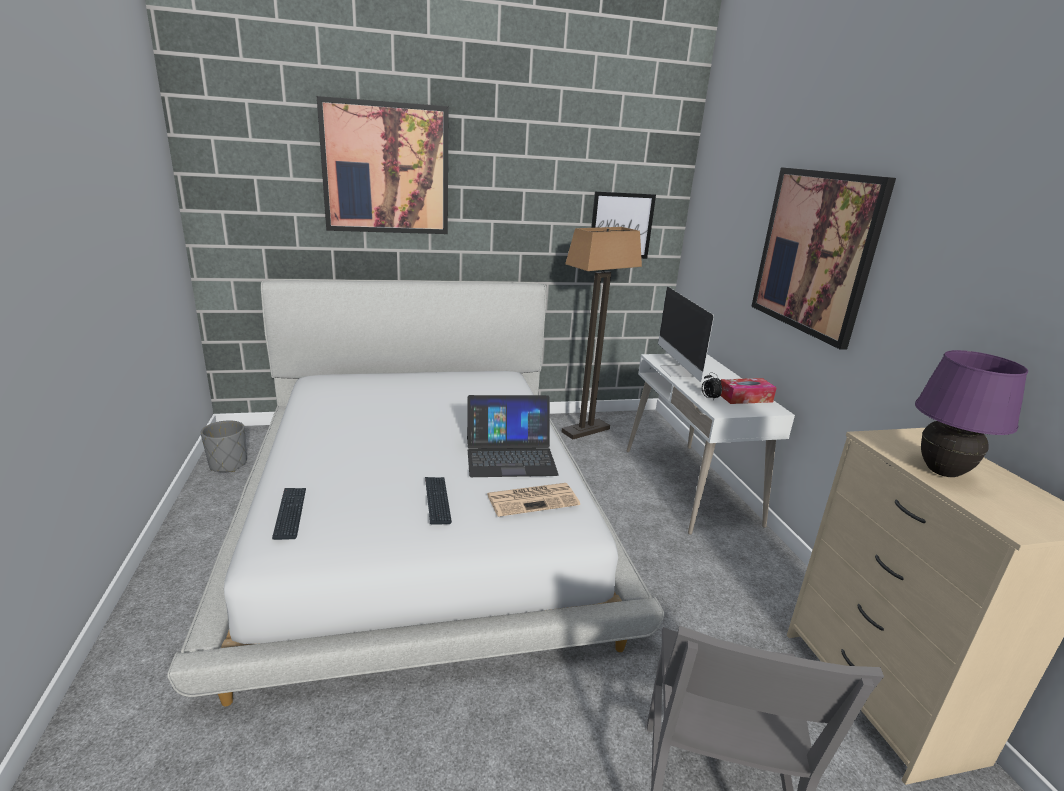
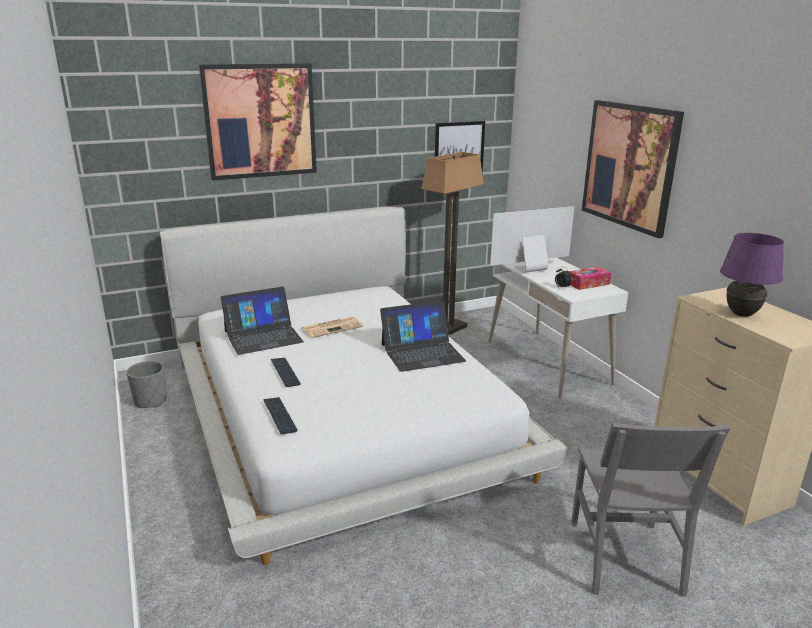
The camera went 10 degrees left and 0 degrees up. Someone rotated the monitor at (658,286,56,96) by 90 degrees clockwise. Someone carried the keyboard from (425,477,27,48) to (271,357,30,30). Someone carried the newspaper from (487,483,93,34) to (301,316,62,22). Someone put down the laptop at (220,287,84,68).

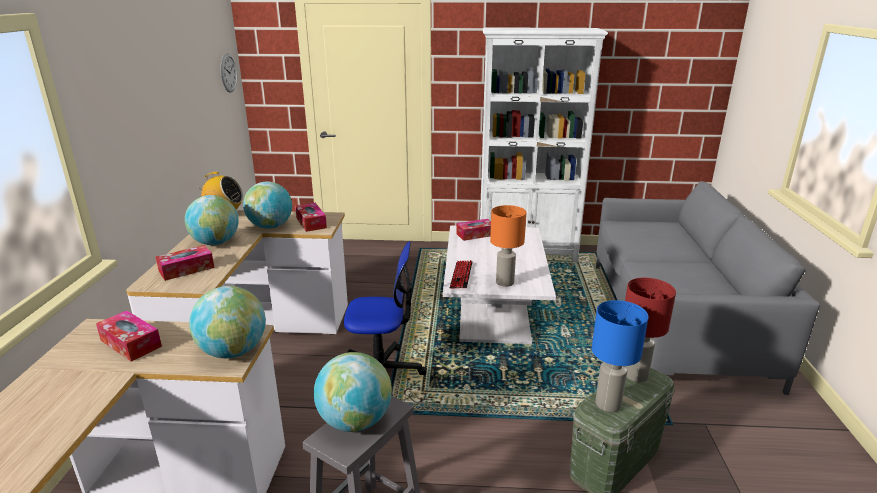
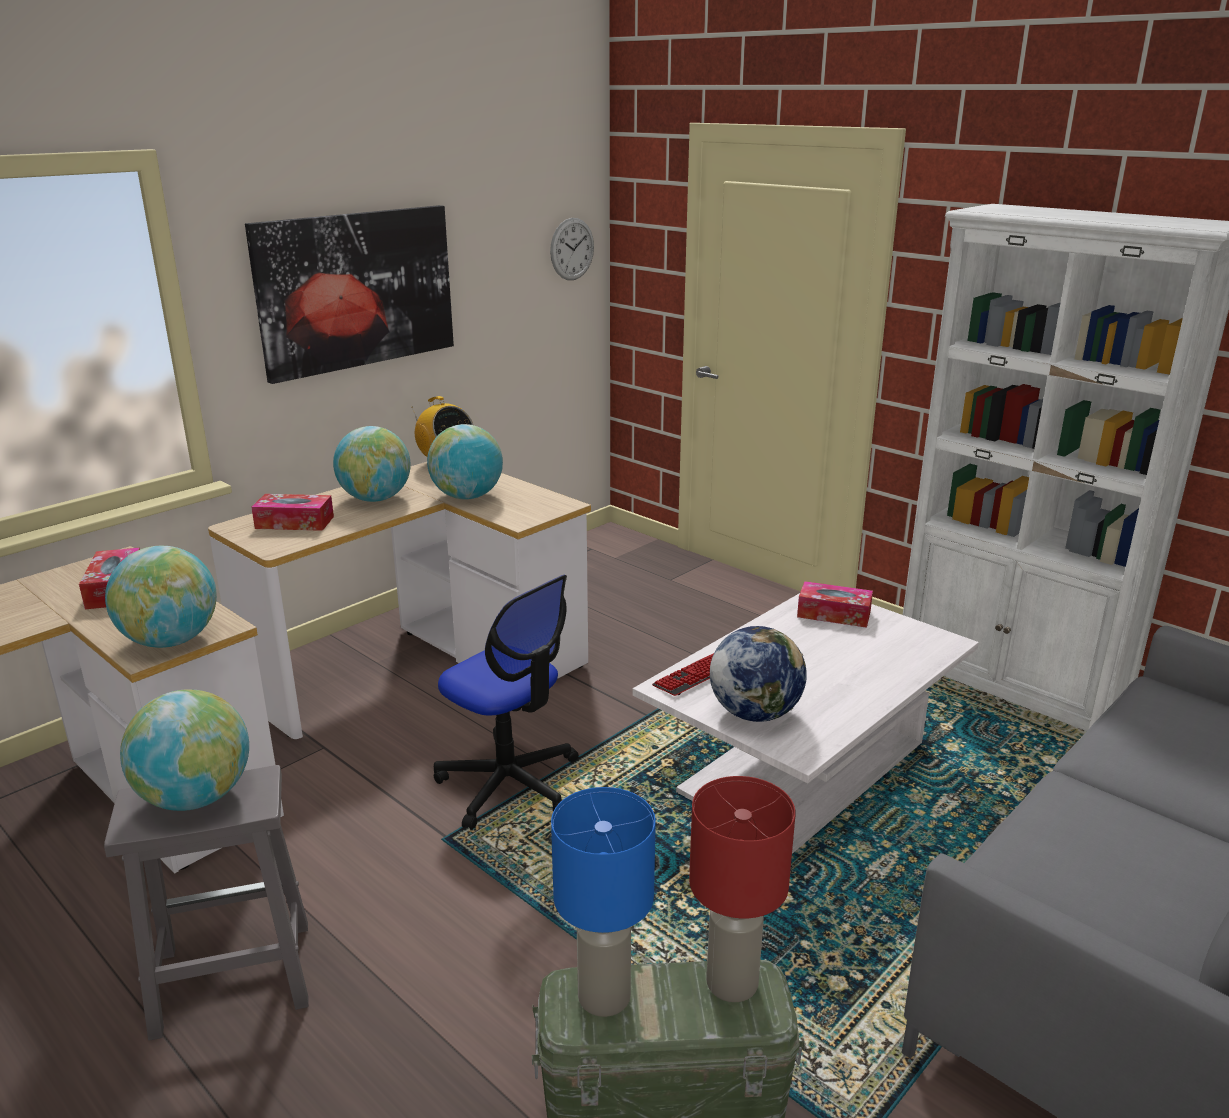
The camera went 40 degrees right and 0 degrees up. Someone took away the tissue box at (295,203,32,29). Someone swapped the orange table lamp at (490,205,36,82) for the globe at (710,626,97,96). Someone put up the picture at (245,205,209,179).

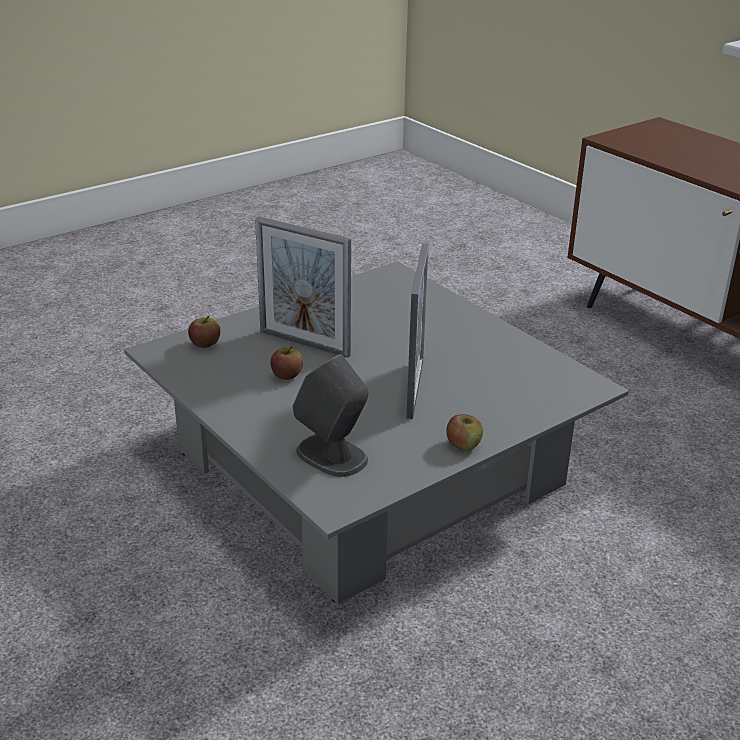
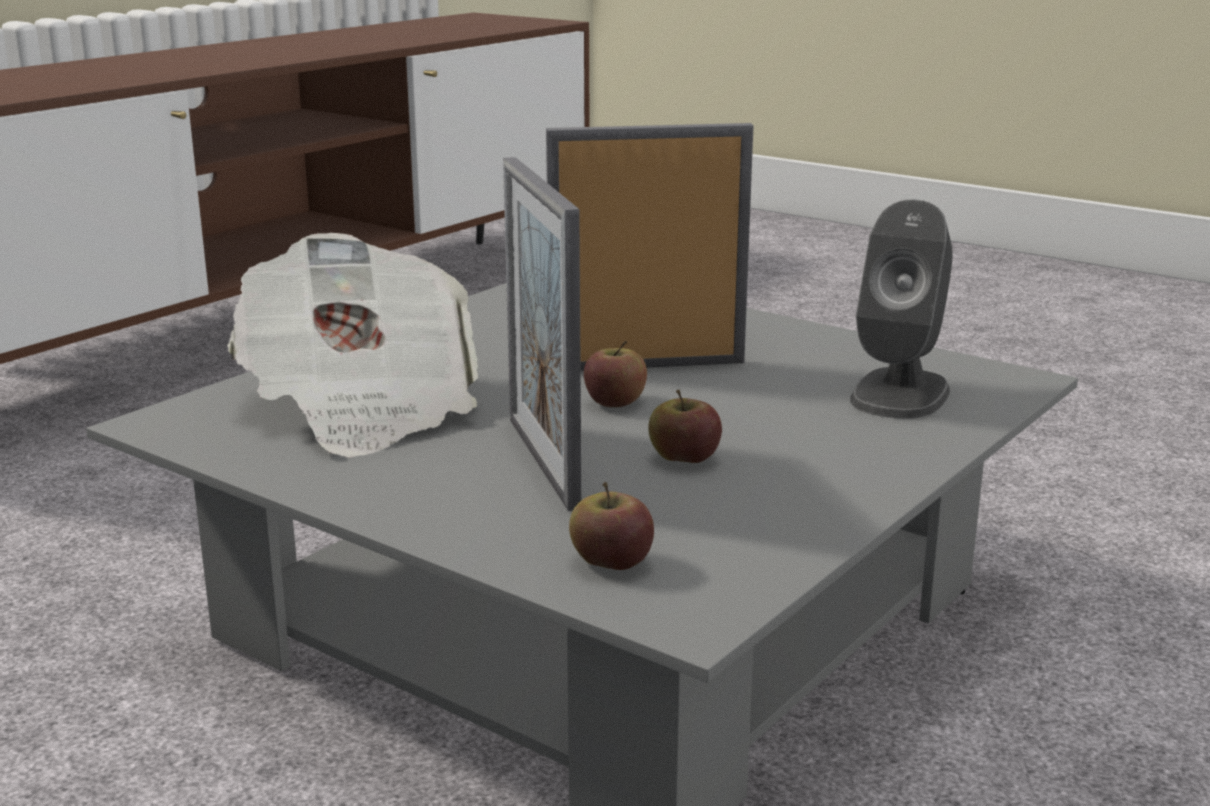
The camera went 105 degrees left and 10 degrees down. Someone rotated the picture frame at (255,216,96,142) by 150 degrees clockwise. Someone carried the apple from (446,414,37,37) to (584,341,63,66). Someone put down the newspaper at (227,233,251,224).

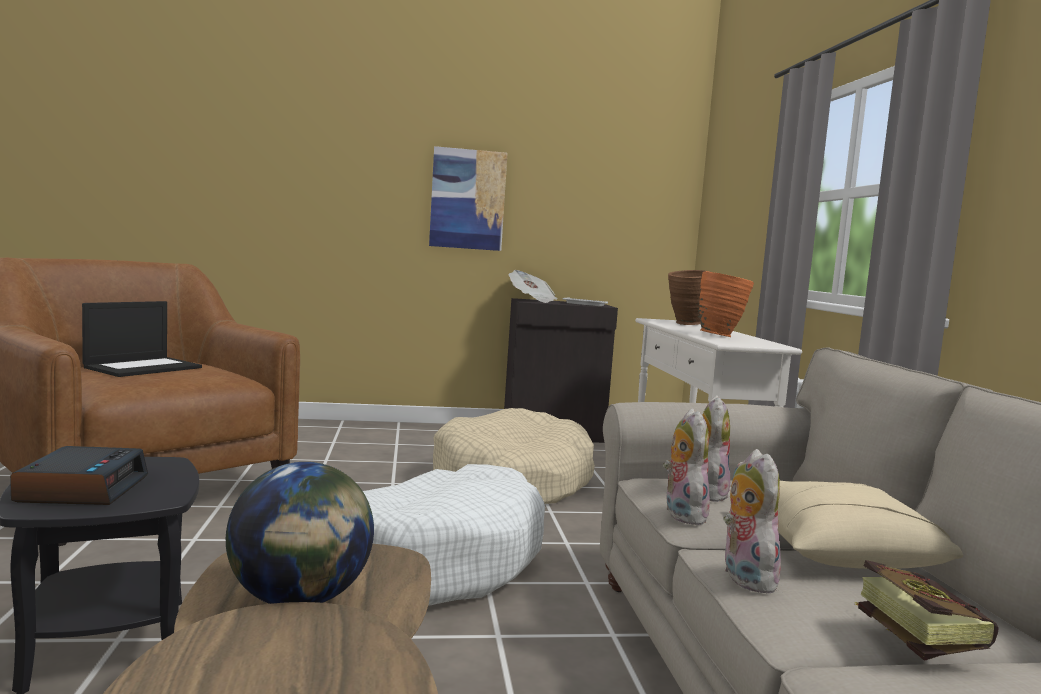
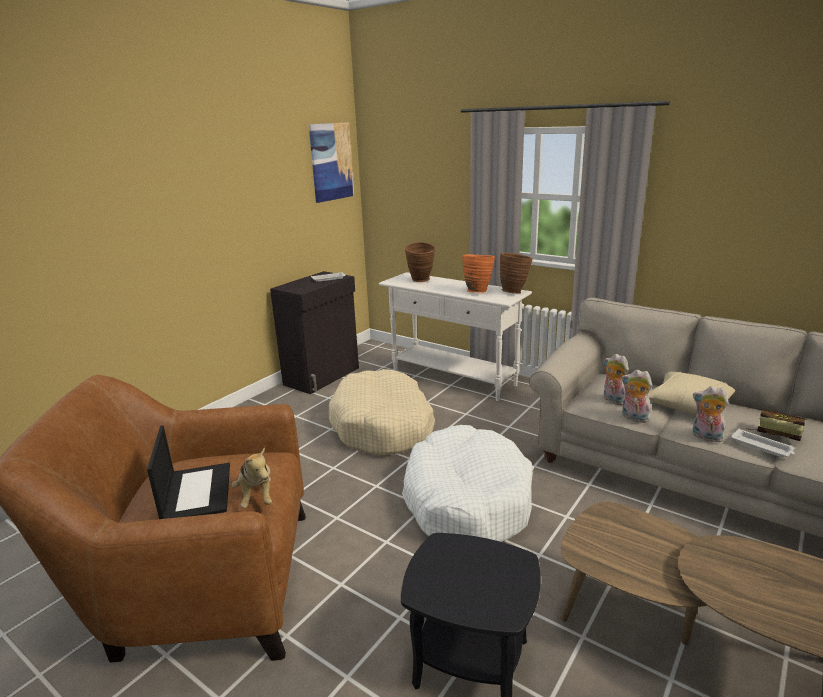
The camera went 45 degrees left and 15 degrees up. Someone carried the picture from (429,146,78,105) to (309,122,45,81). Someone took away the newspaper at (509,270,49,33). Someone took away the alarm clock at (10,446,138,59). Someone took away the globe at (226,462,148,142). Someone put down the brown vase at (500,253,33,40). Someone put down the white tray at (731,429,64,28). Someone put down the plush toy at (232,447,40,61).

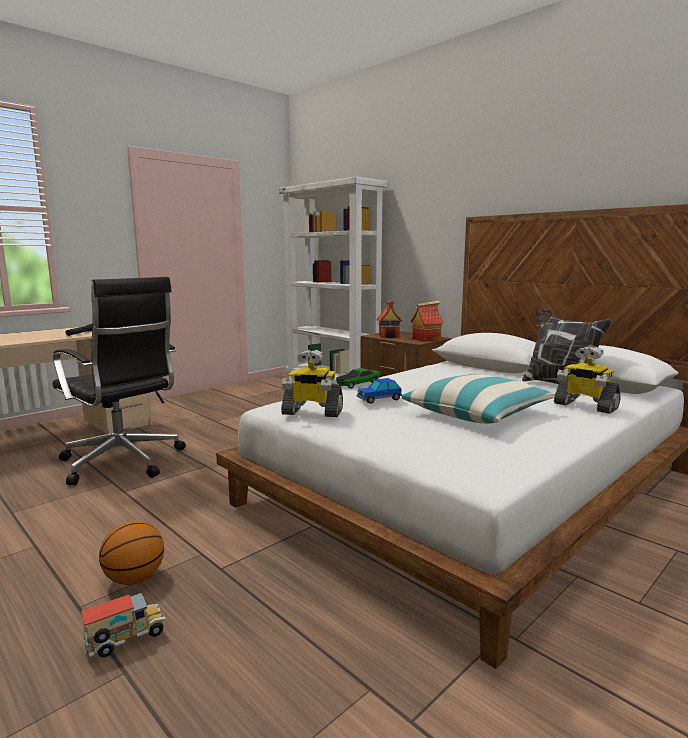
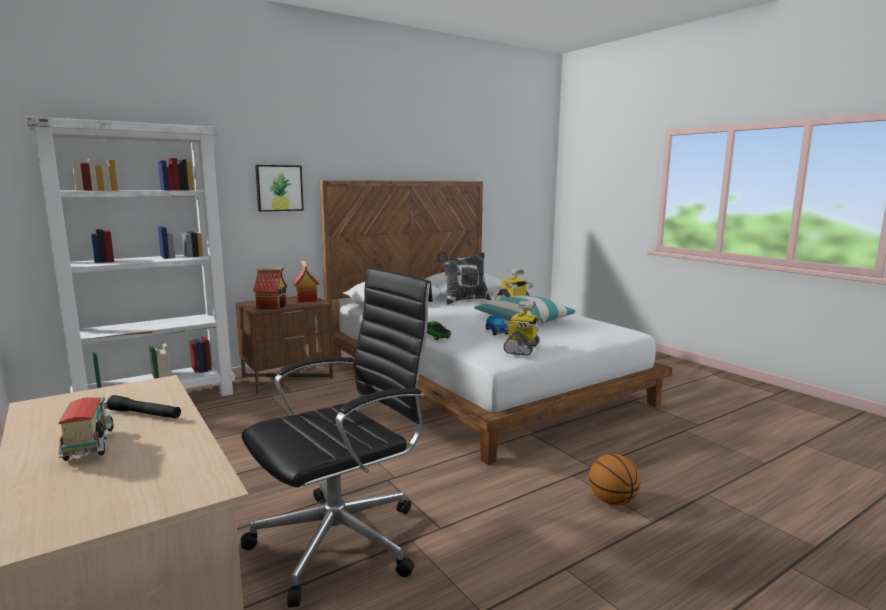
The camera went 80 degrees left and 0 degrees up. Someone carried the toy truck from (81,593,85,65) to (58,397,55,64). Someone put up the picture at (255,165,49,47).

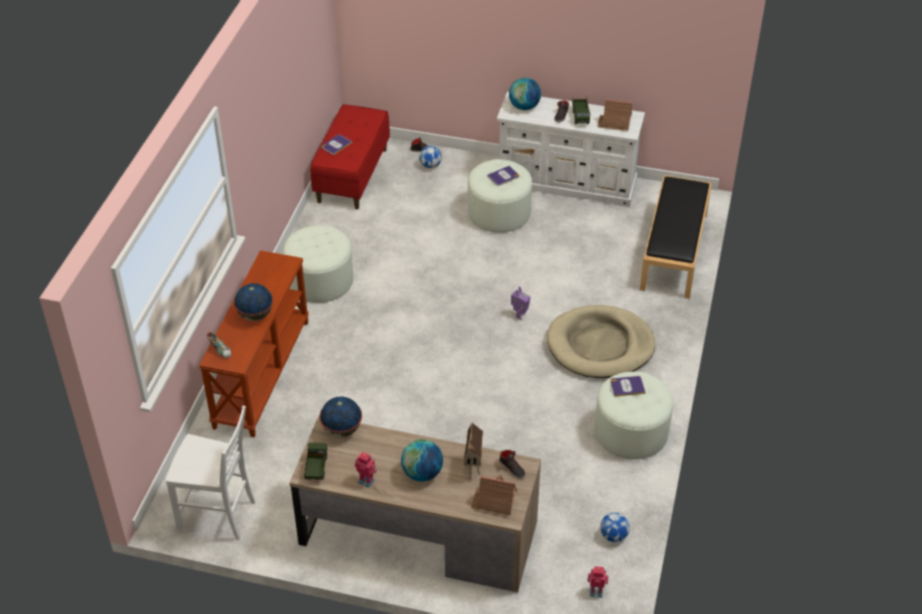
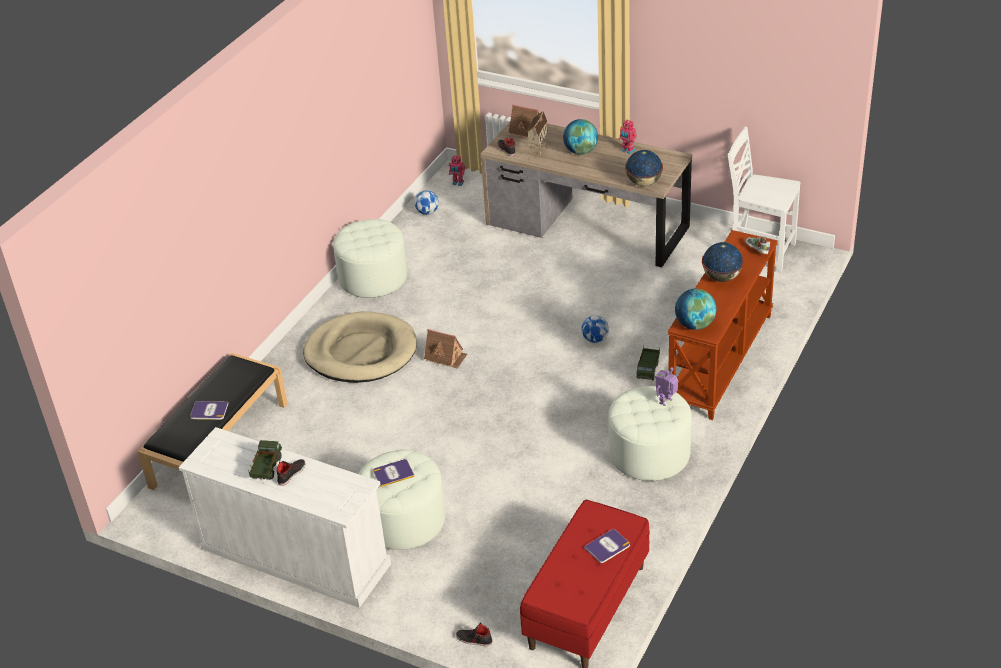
The camera went 165 degrees left and 5 degrees down. Someone carried the globe from (509,78,32,32) to (675,289,42,41). Someone carried the toy house from (597,99,35,32) to (424,329,43,39). Someone carried the football from (419,146,23,22) to (581,315,28,28). Someone carried the toy robot from (511,286,20,34) to (655,368,23,38). Someone carried the book from (610,376,36,21) to (190,401,39,19). Someone carried the toy truck from (304,442,24,38) to (636,345,24,35).

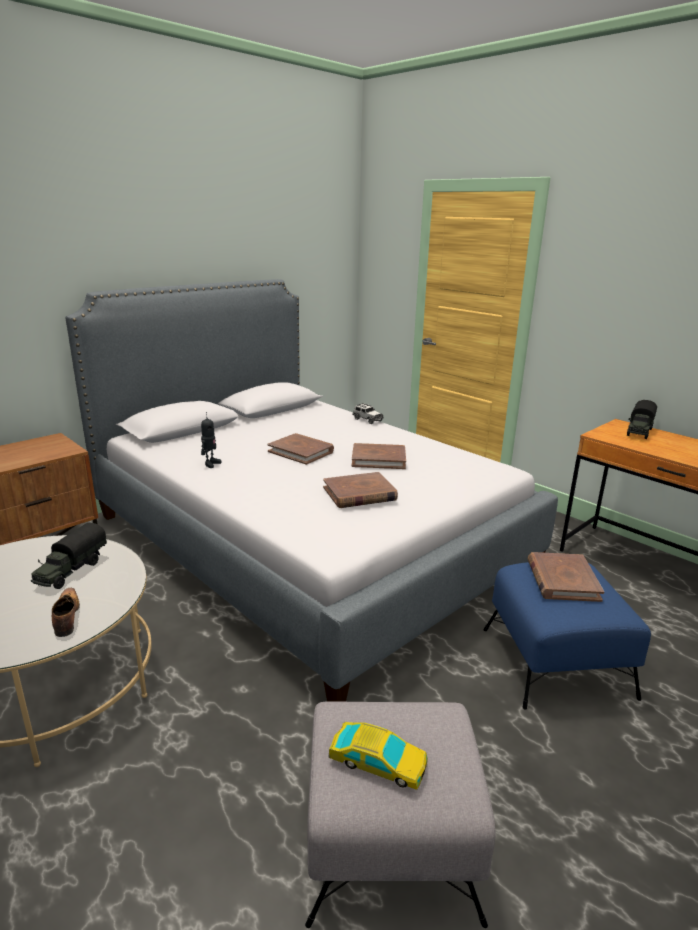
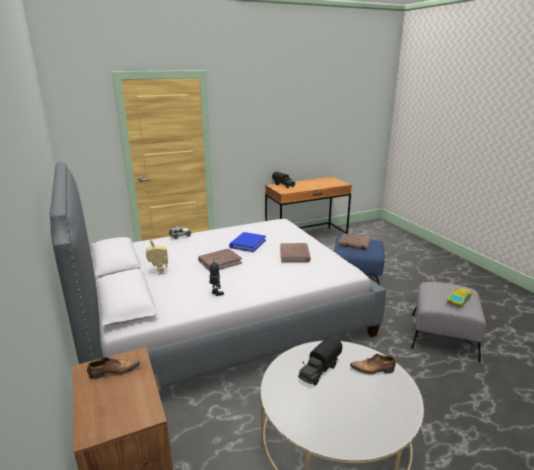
The camera went 70 degrees left and 0 degrees up. Someone repainted the brown book at (351,443,55,26), which became the blue book at (229,232,37,20). Someone rotated the toy truck at (31,523,76,66) by 90 degrees clockwise. Someone put down the toy robot at (146,238,22,37). Someone put down the shoe at (87,357,53,22).

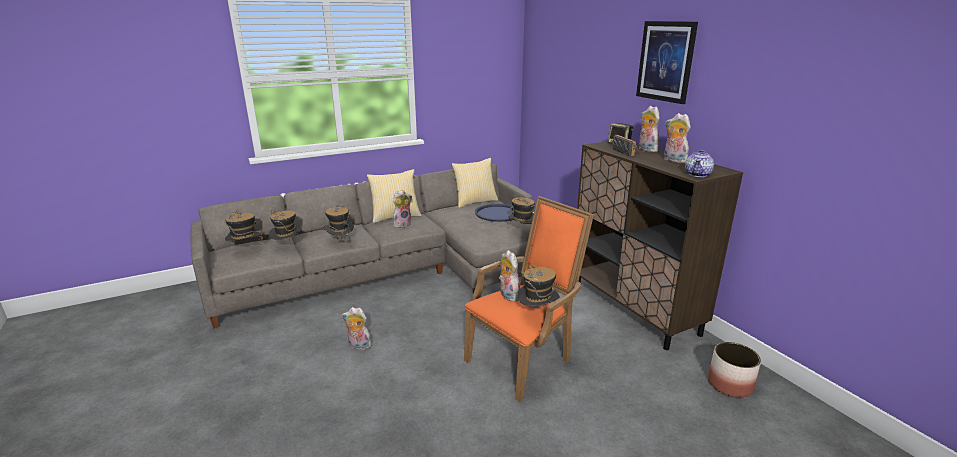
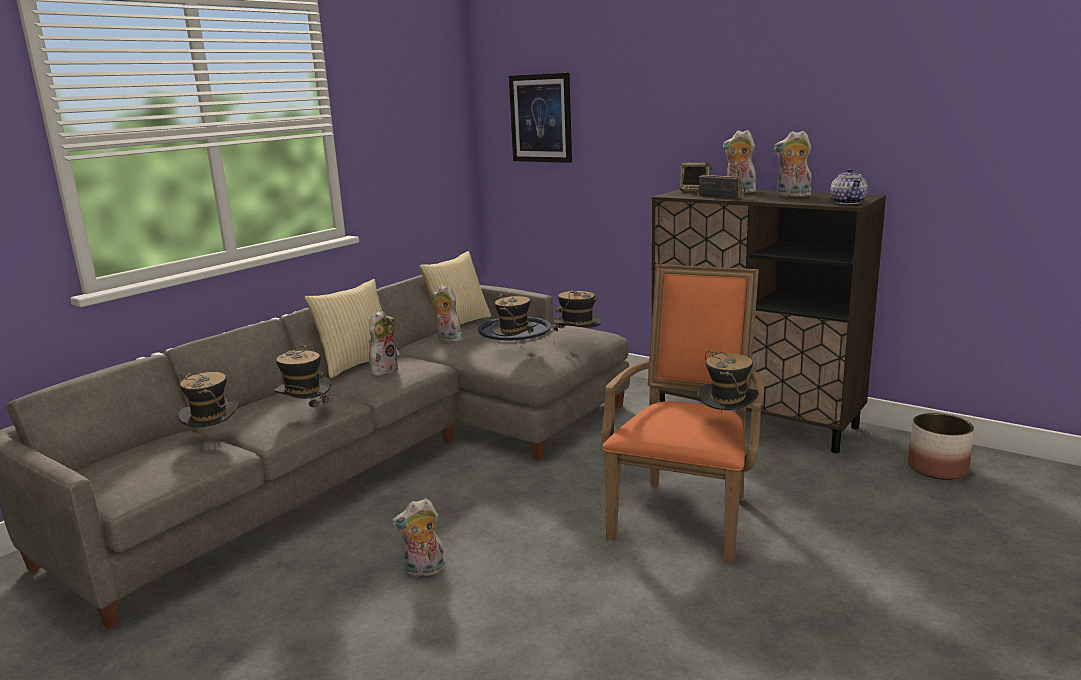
The camera went 25 degrees left and 5 degrees down. Someone carried the picture from (636,21,62,83) to (509,73,63,90). Someone carried the hat from (224,210,39,32) to (491,293,46,51). Someone carried the plush toy from (499,250,21,52) to (432,285,30,57).

